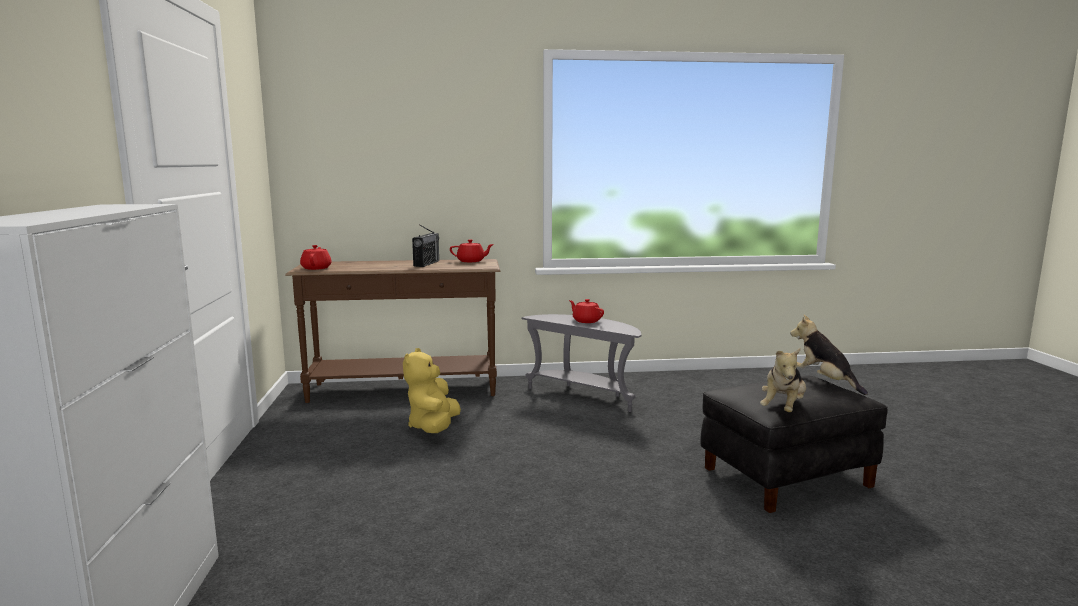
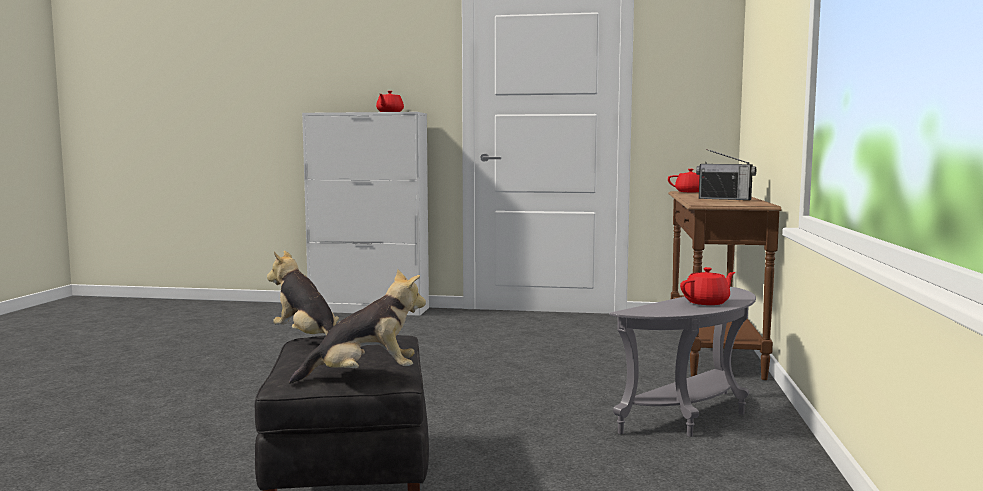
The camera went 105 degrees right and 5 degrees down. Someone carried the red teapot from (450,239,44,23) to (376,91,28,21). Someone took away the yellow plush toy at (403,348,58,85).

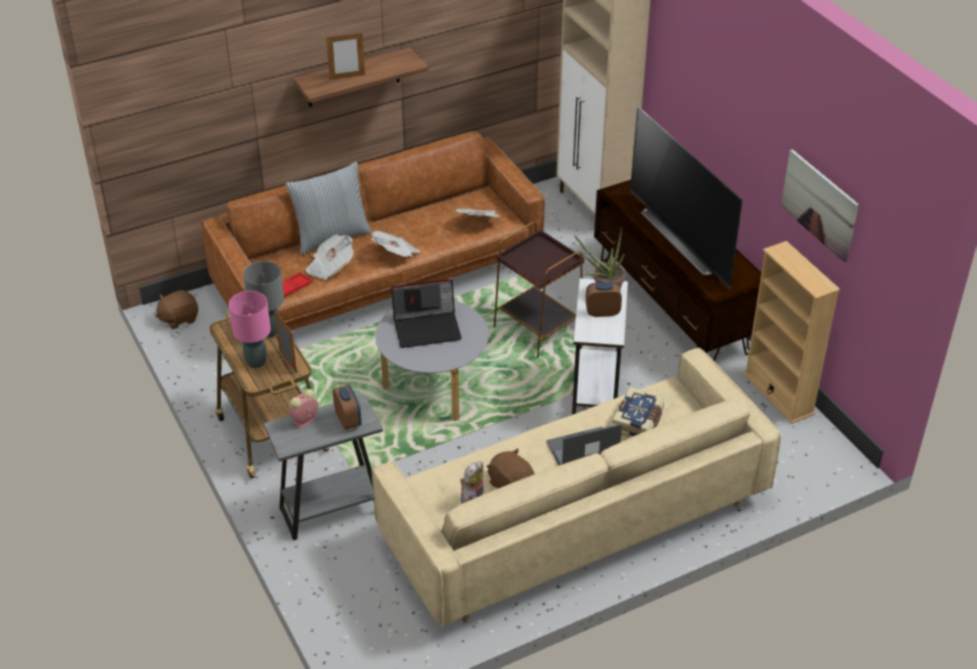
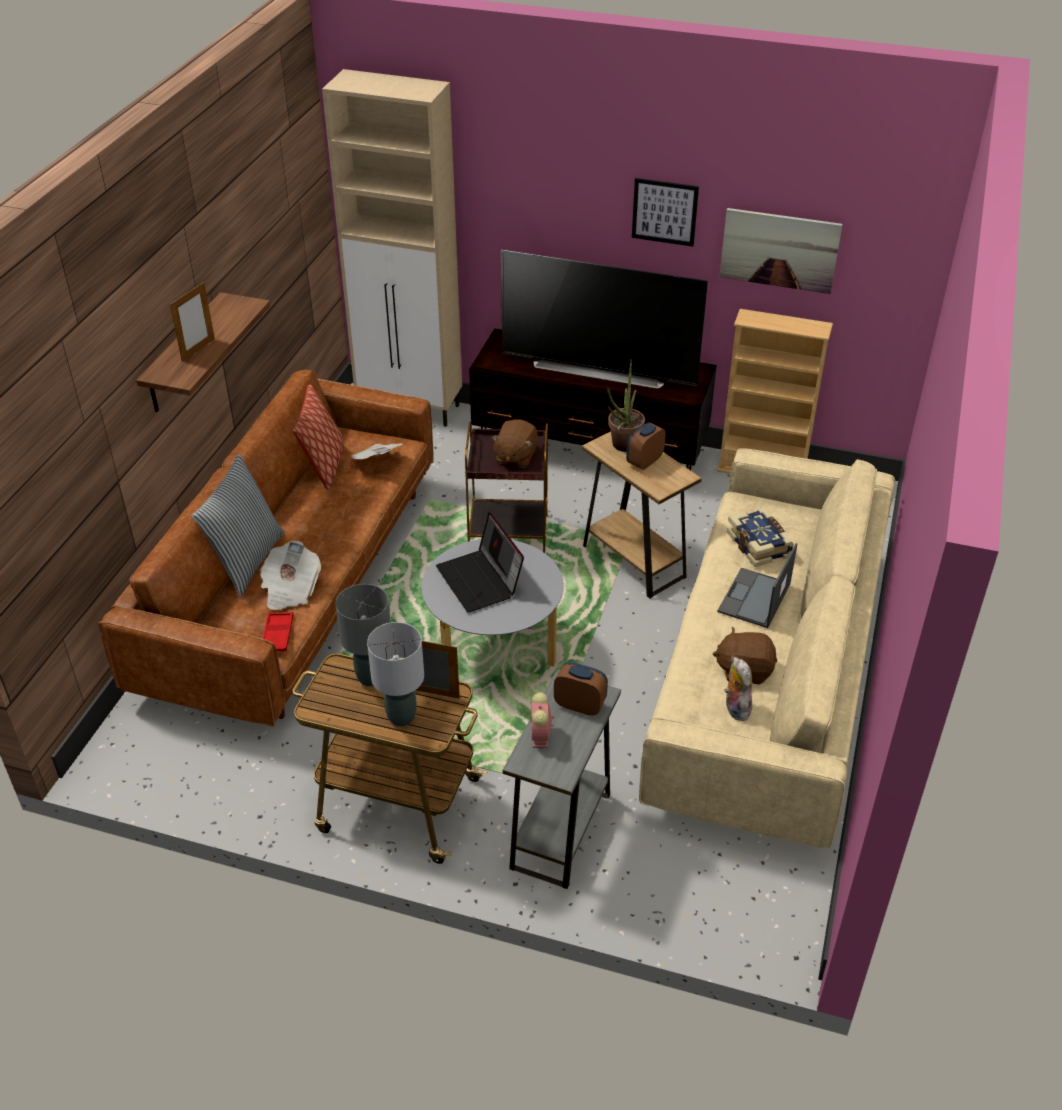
The camera went 45 degrees left and 0 degrees up. Someone took away the newspaper at (371,231,50,26). Someone repainted the white side table at (572,278,56,137), which became the brown side table at (582,431,120,168). Someone rotated the laptop at (391,279,71,69) by 120 degrees clockwise. Someone carried the brown plush toy from (155,290,43,39) to (491,419,47,49). Someone repainted the pink table lamp at (229,291,42,77), which became the grey table lamp at (367,622,57,104). Someone put up the picture at (632,178,67,69). Someone put down the pillow at (293,384,51,106).

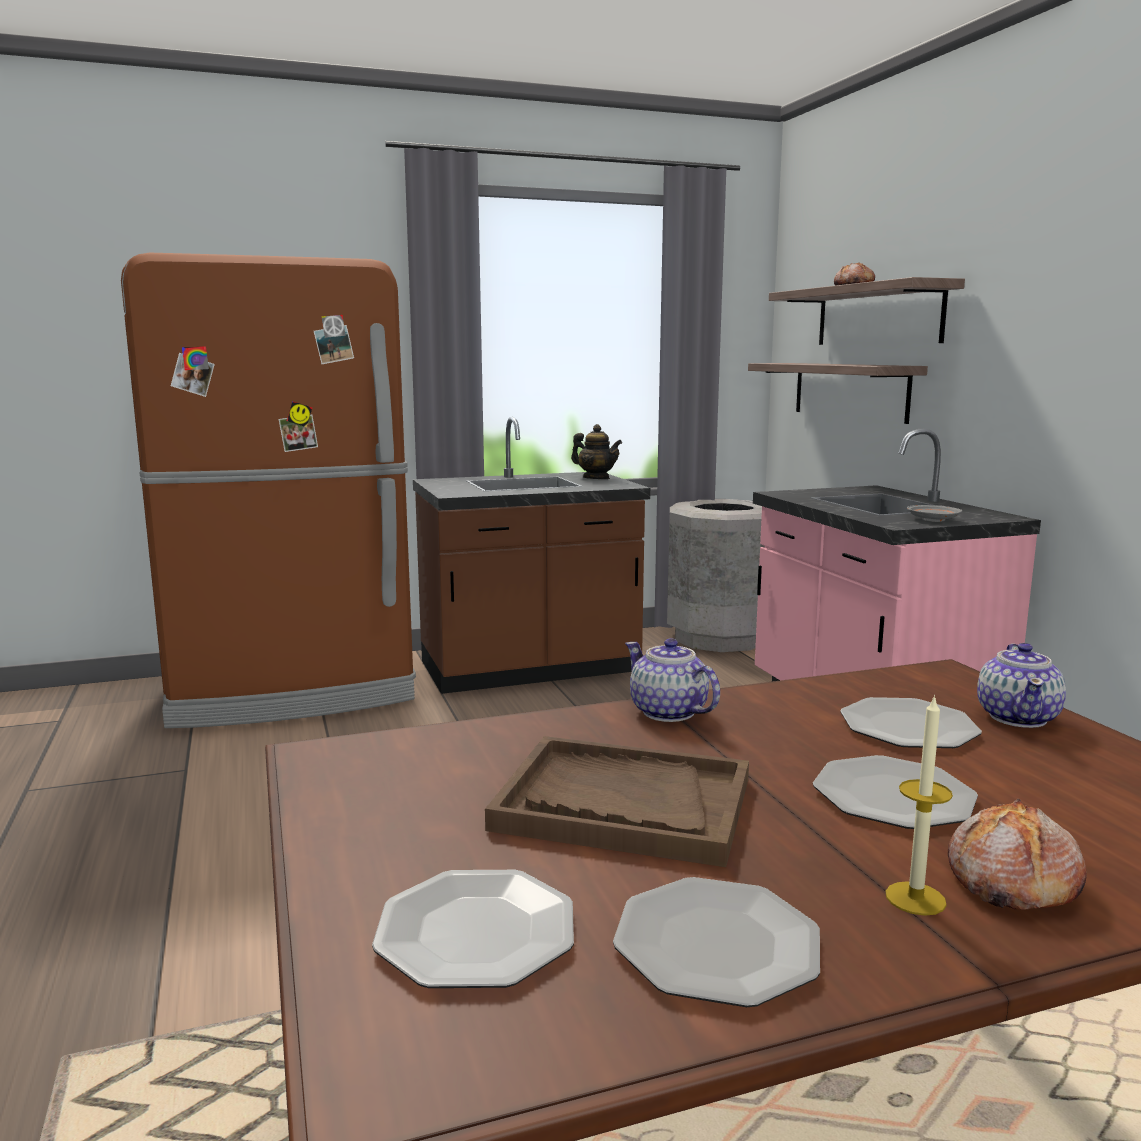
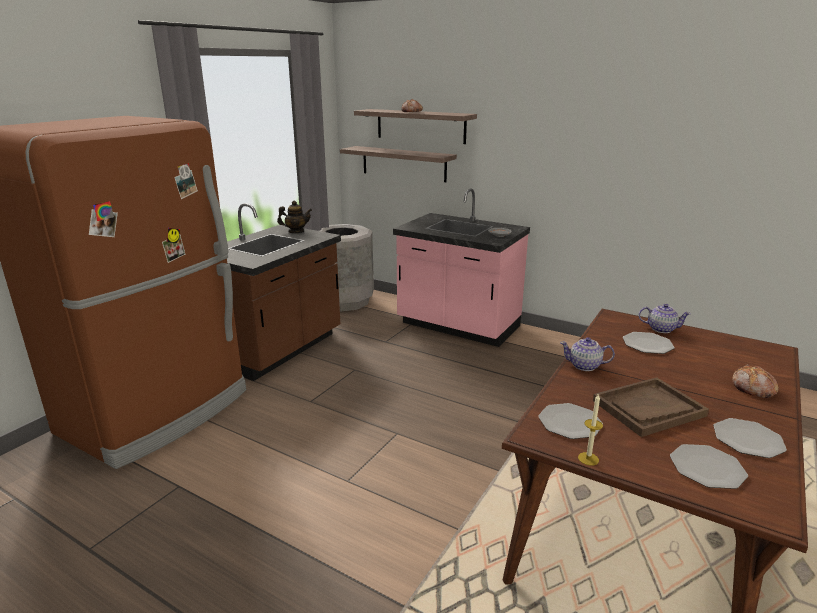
The camera went 40 degrees left and 10 degrees up. Someone rotated the teapot at (977,643,89,85) by 45 degrees counterclockwise. Someone carried the candle from (886,694,67,222) to (578,393,25,73). Someone carried the plate from (813,755,165,74) to (538,403,65,36).

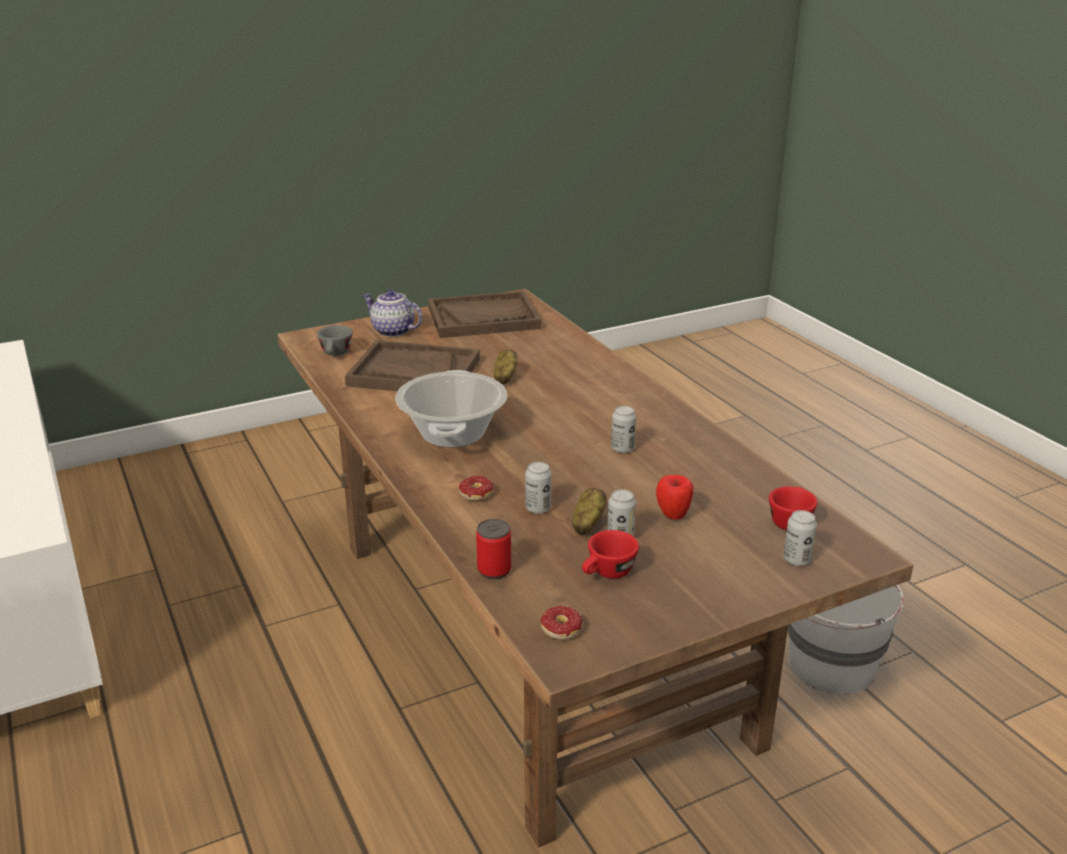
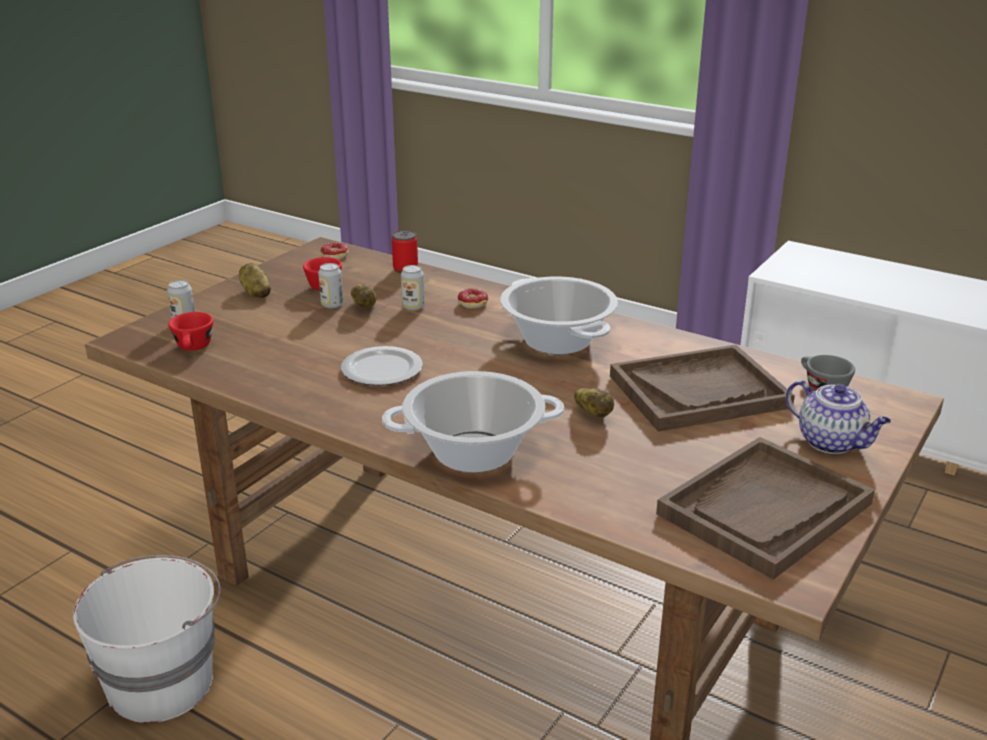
The camera went 150 degrees right and 0 degrees up. Someone rotated the teapot at (363,290,59,47) by 45 degrees clockwise. Someone swapped the can at (611,406,25,47) for the plate at (341,346,82,40). Someone took away the apple at (656,475,37,45). Someone put down the potato at (239,263,32,35). Someone put down the cooking pot at (382,371,182,101).

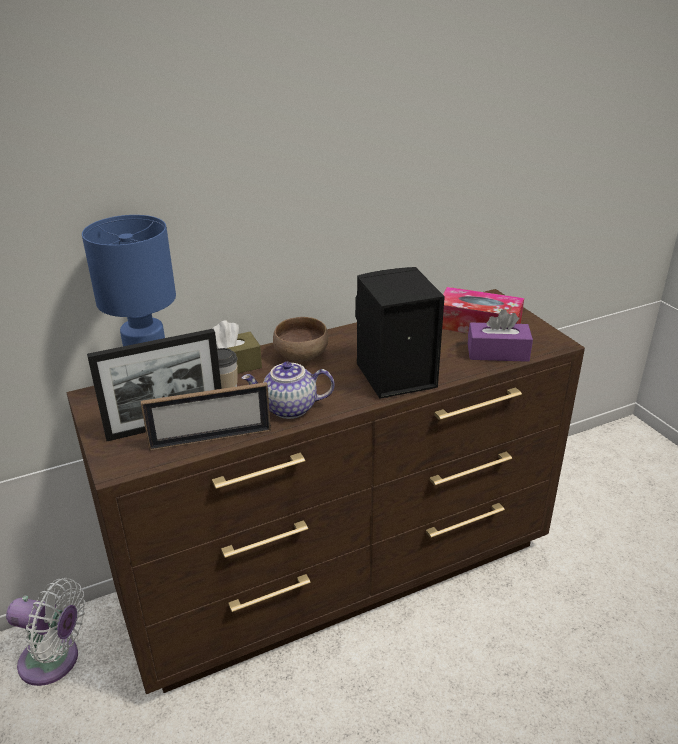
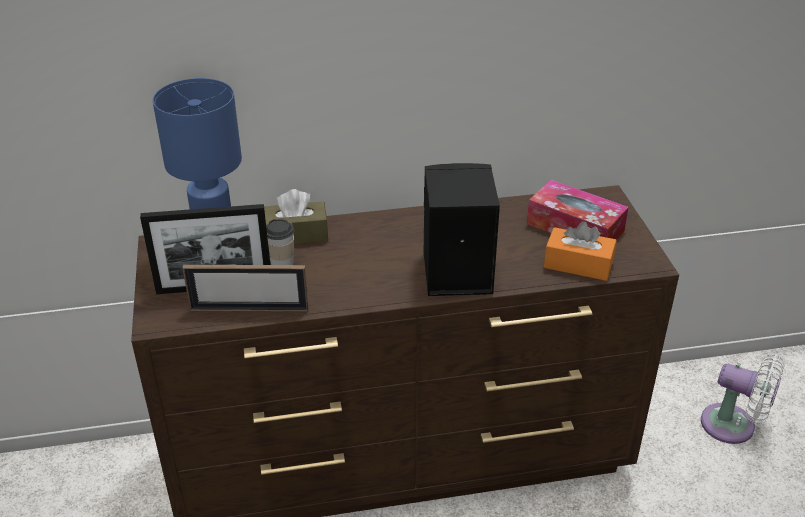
The camera went 15 degrees right and 5 degrees up. Someone repainted the purple tissue box at (468,309,65,53), which became the orange tissue box at (544,221,73,60). Someone took away the brown bowl at (273,317,55,45). Someone took away the teapot at (241,362,93,57). Someone carried the white fan from (6,578,79,108) to (701,353,84,91).

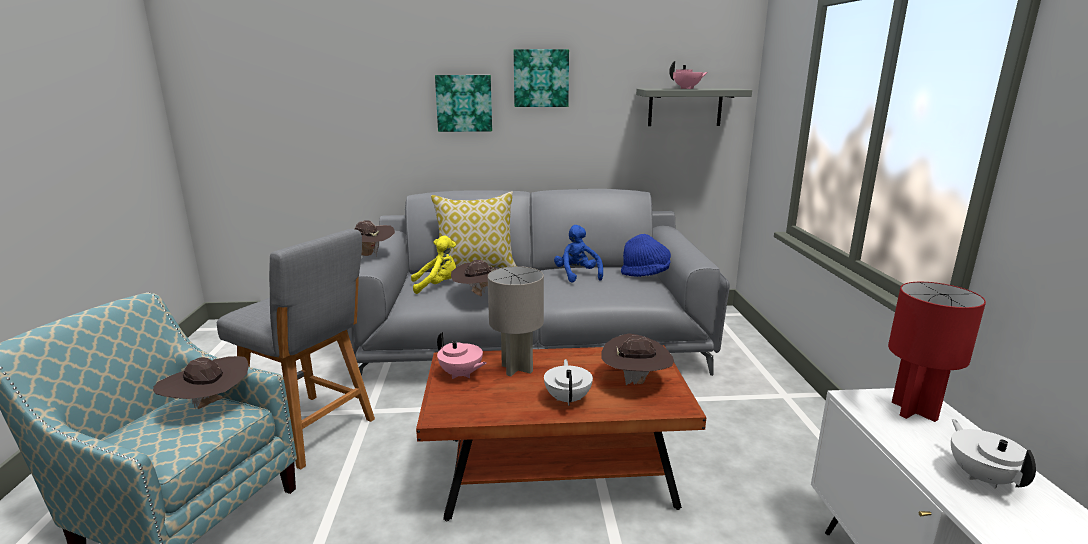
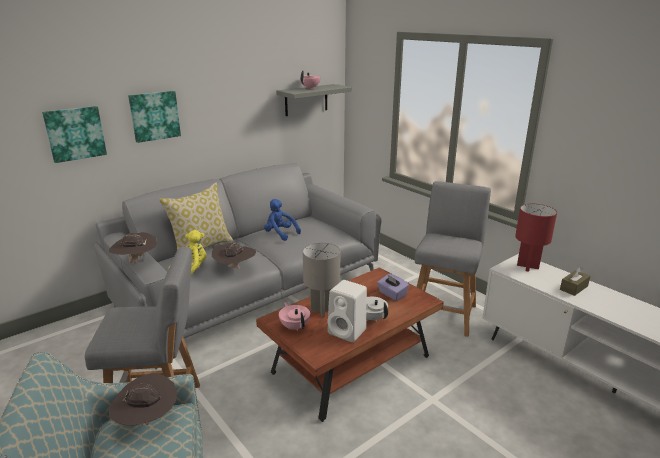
The camera went 35 degrees left and 5 degrees up. Someone carried the picture from (514,49,55,58) to (42,106,65,57). Someone took away the blue hat at (621,234,50,43). Someone rotated the pink teapot at (437,332,50,47) by 120 degrees counterclockwise. Someone swapped the brown hat at (602,333,72,52) for the purple tissue box at (377,274,32,27). Someone swapped the white teapot at (951,419,85,70) for the brown tissue box at (560,267,30,29). Someone put down the grey stool at (415,181,76,156). Someone put down the white speaker at (328,280,39,62).

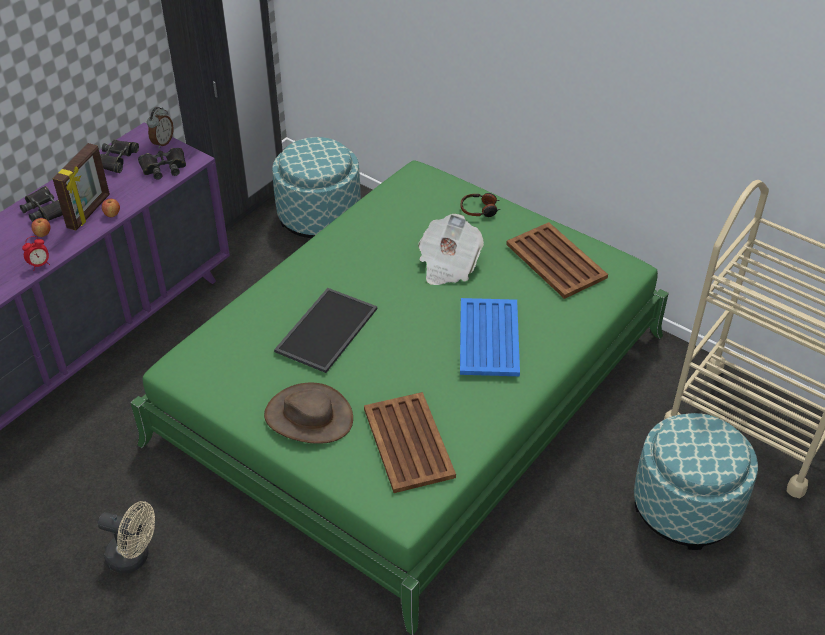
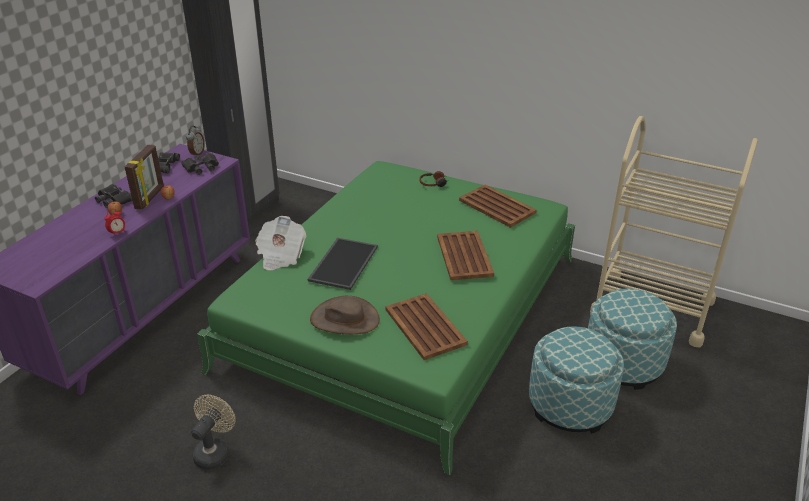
The camera went 10 degrees left and 10 degrees down. Someone carried the ottoman from (272,137,89,101) to (529,326,95,108). Someone carried the newspaper from (418,214,66,71) to (255,216,51,54). Someone repainted the blue tray at (460,298,60,78), which became the brown tray at (437,231,57,49). Someone rotated the beige fan at (98,501,57,72) by 75 degrees counterclockwise.

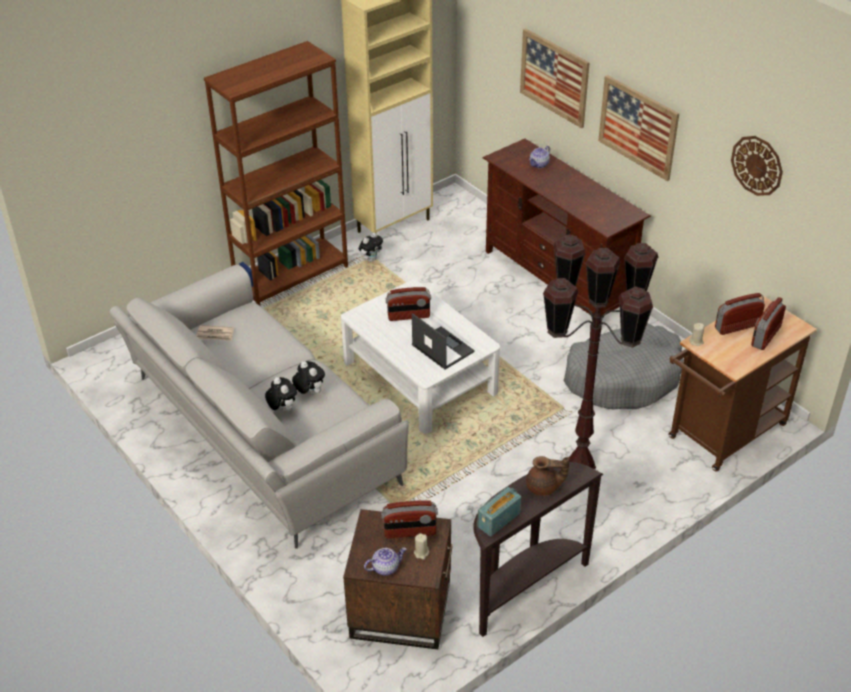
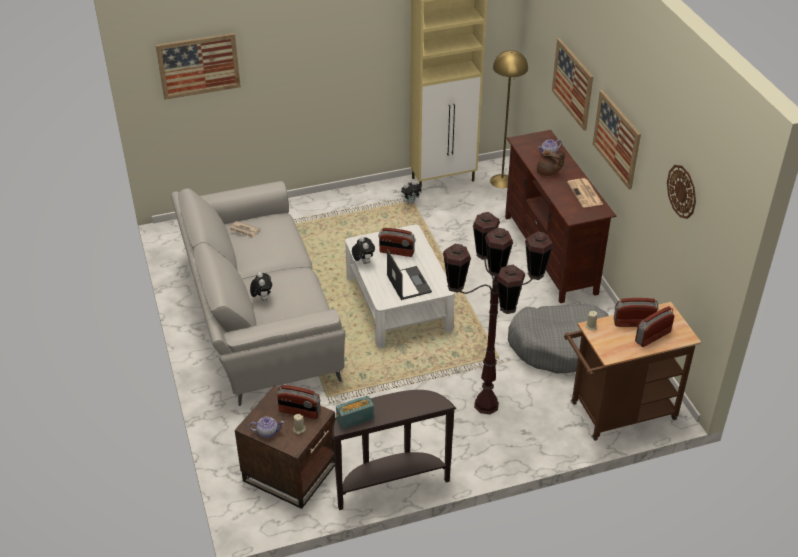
The camera went 20 degrees right and 0 degrees up. Someone took away the brown bookcase at (204,41,144,265). Someone carried the plush toy from (292,361,33,34) to (352,236,23,28). Someone carried the brown teapot from (526,456,44,40) to (537,150,28,26). Someone put up the picture at (156,33,85,67). Someone put down the yellow floor lamp at (490,50,38,138). Someone put down the newspaper at (567,178,36,29).

